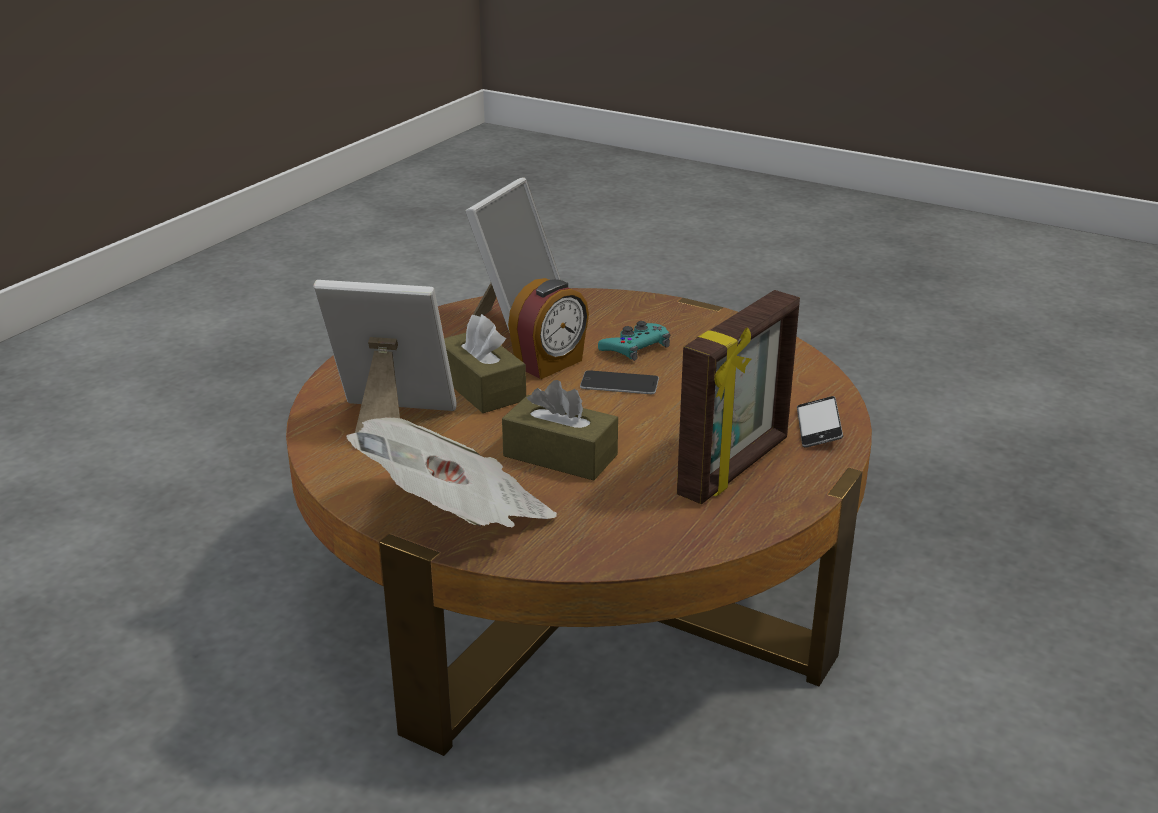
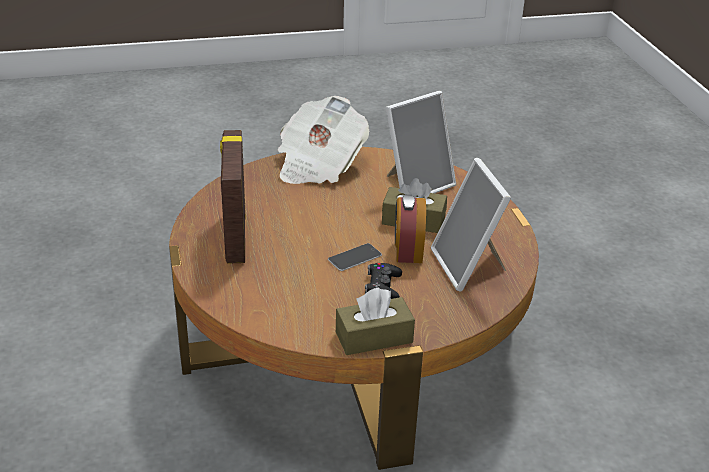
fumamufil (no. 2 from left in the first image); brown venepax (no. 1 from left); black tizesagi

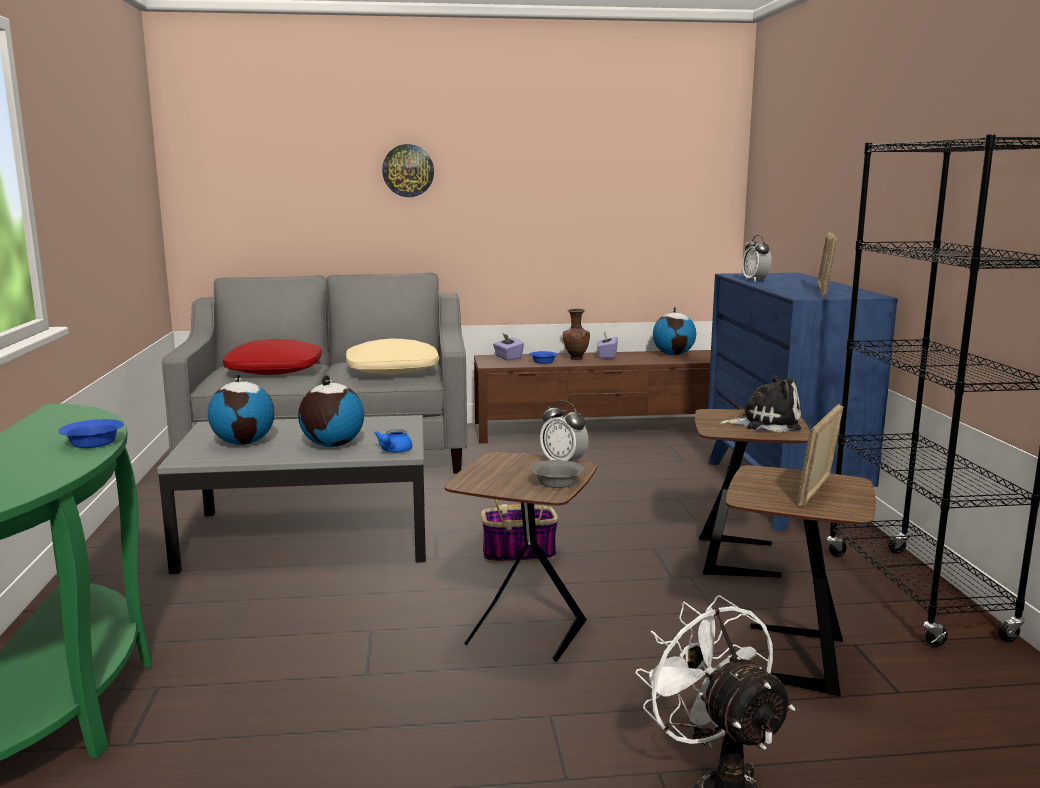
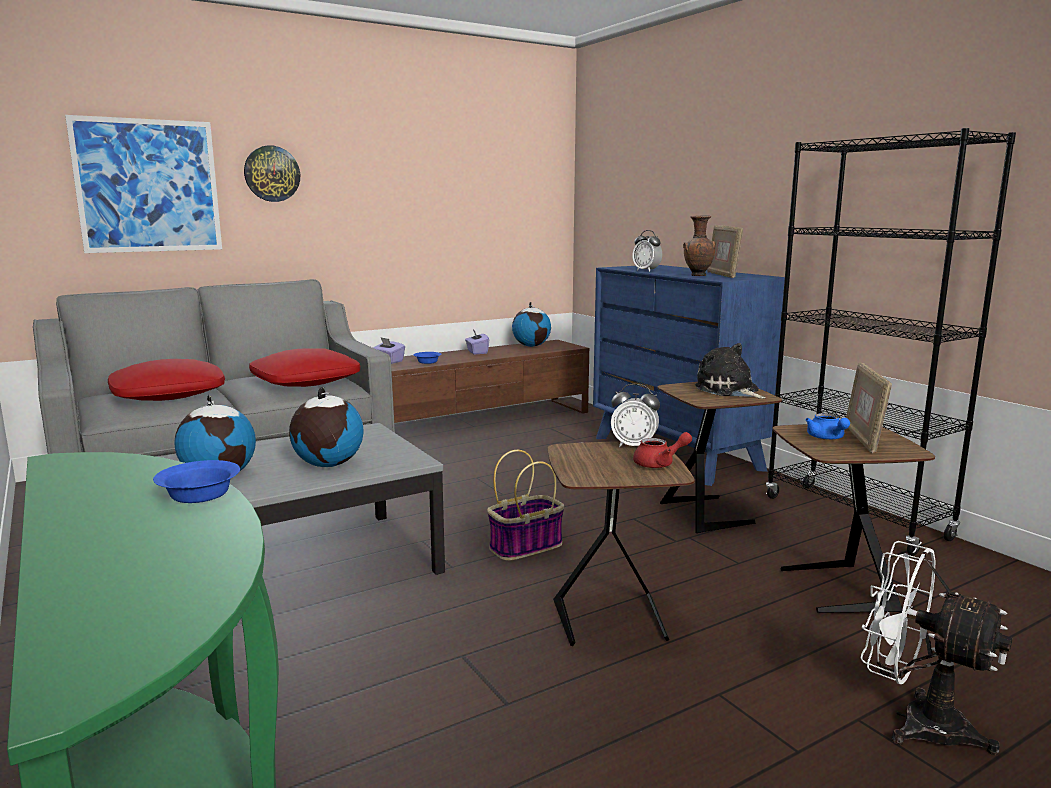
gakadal; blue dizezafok; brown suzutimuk; red dizezafok; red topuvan (no. 2 from left); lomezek

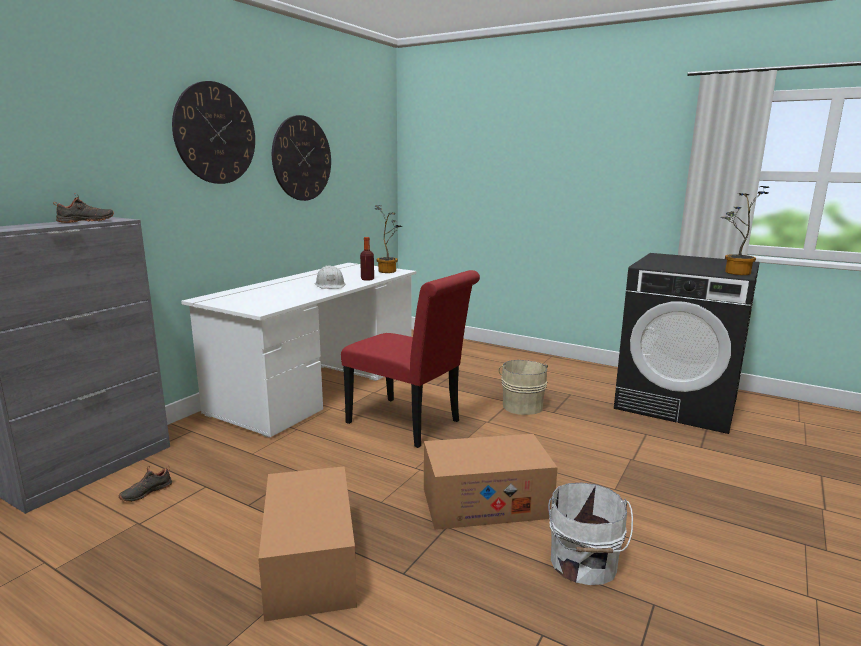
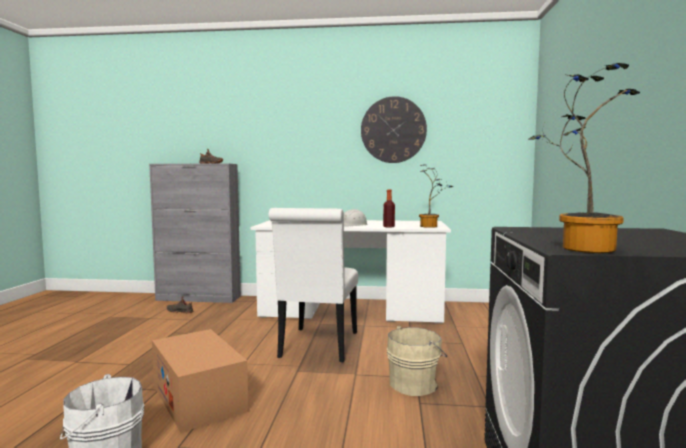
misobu (no. 1 from left in the first image); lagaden (no. 1 from left in the first image); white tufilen

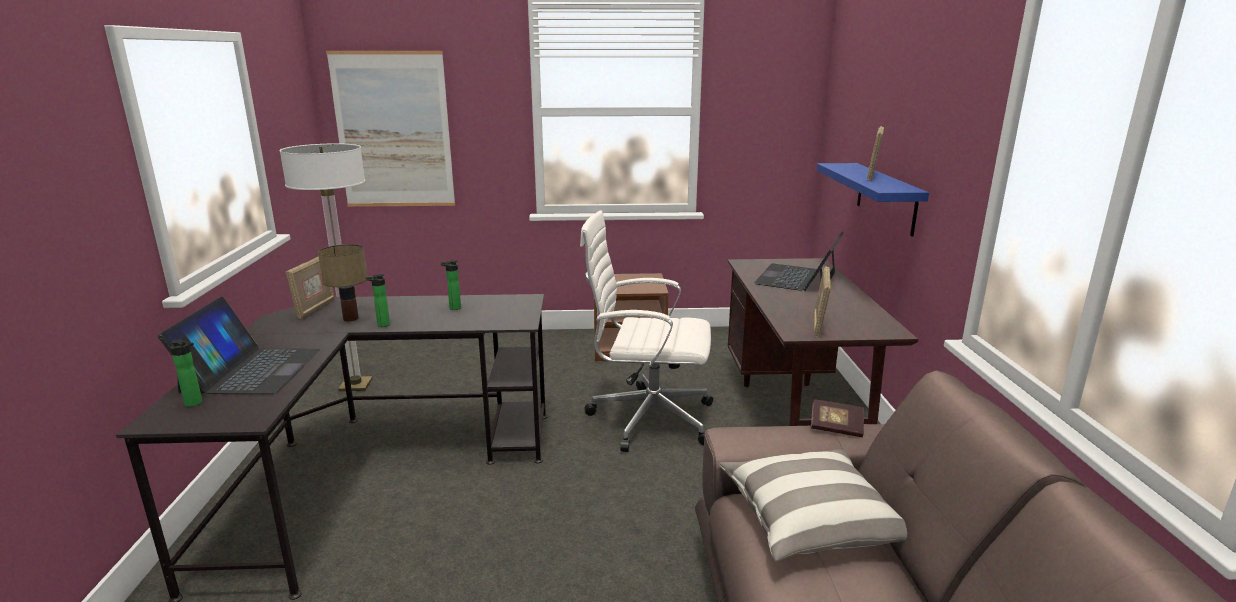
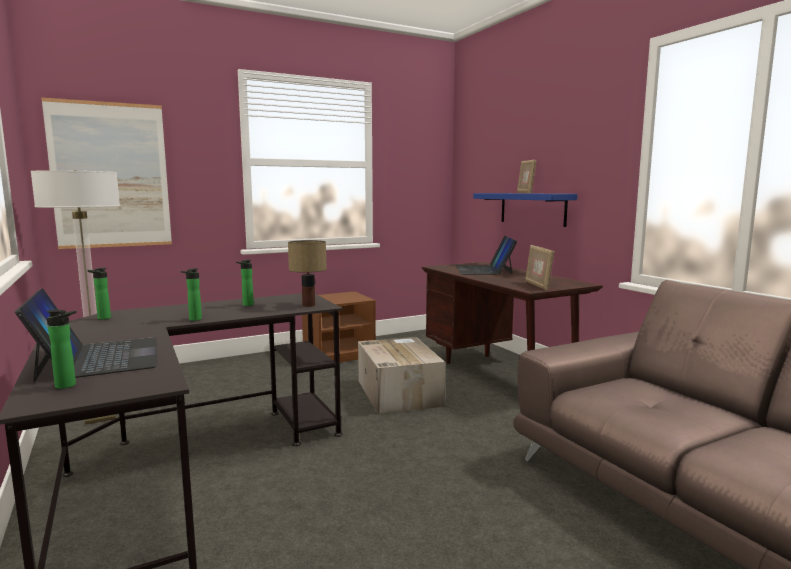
topuvan; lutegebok; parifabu; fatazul (no. 2 from left); lagaden

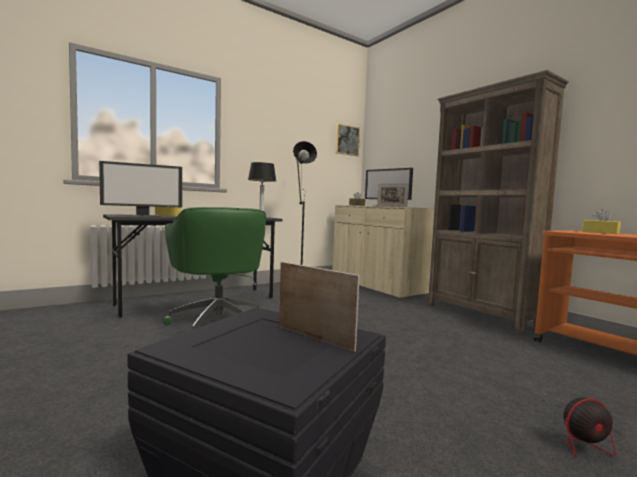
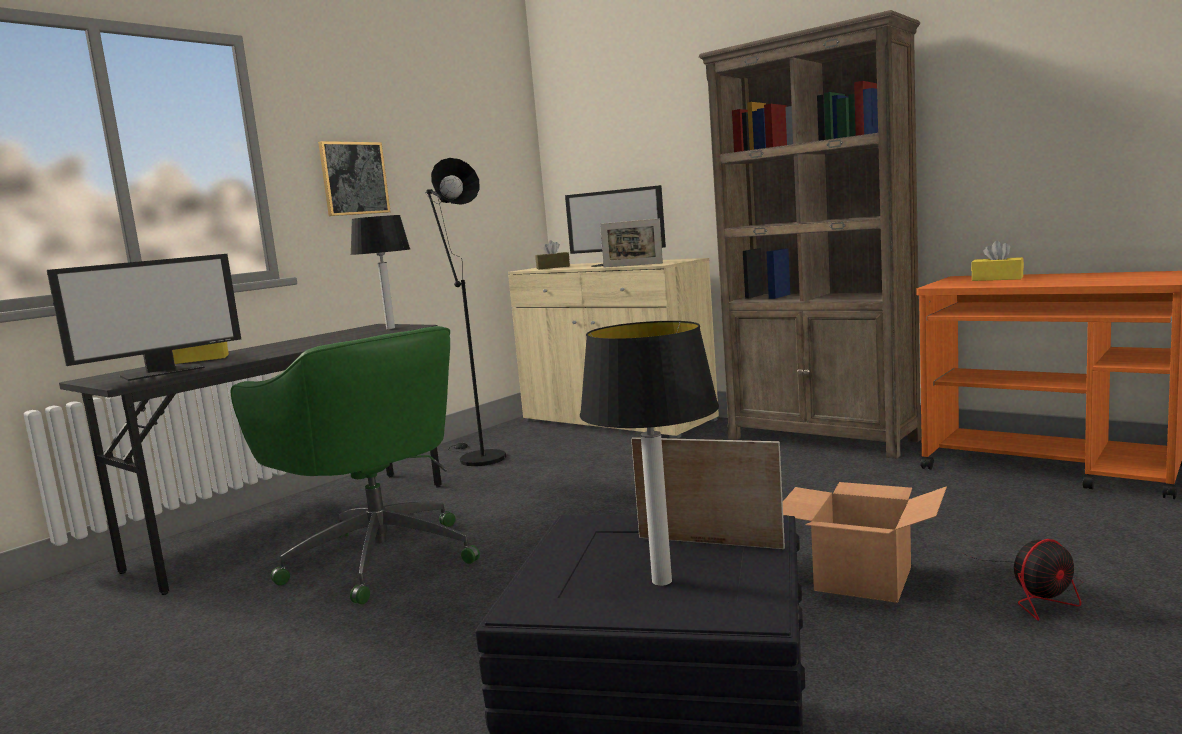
parifabu (no. 2 from left); lagaden; gakadal

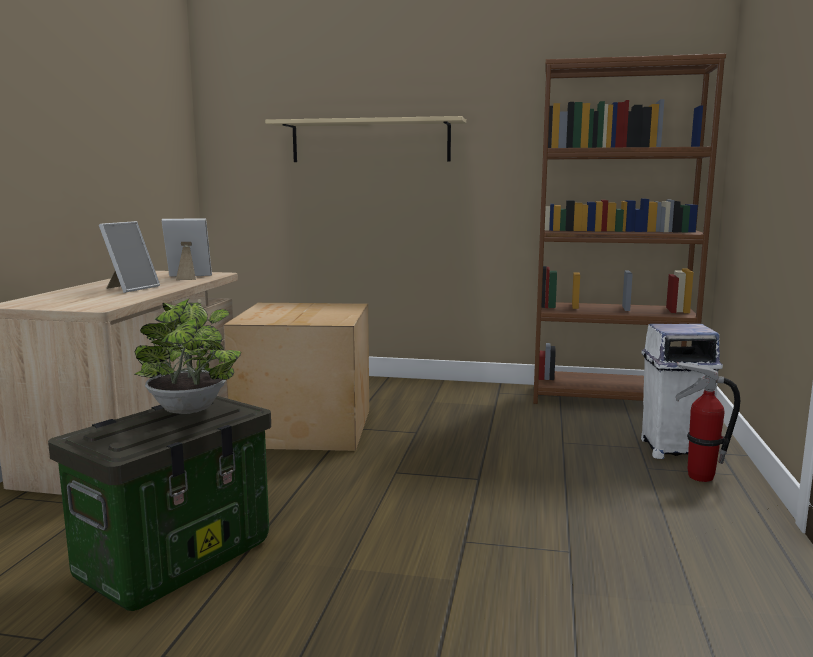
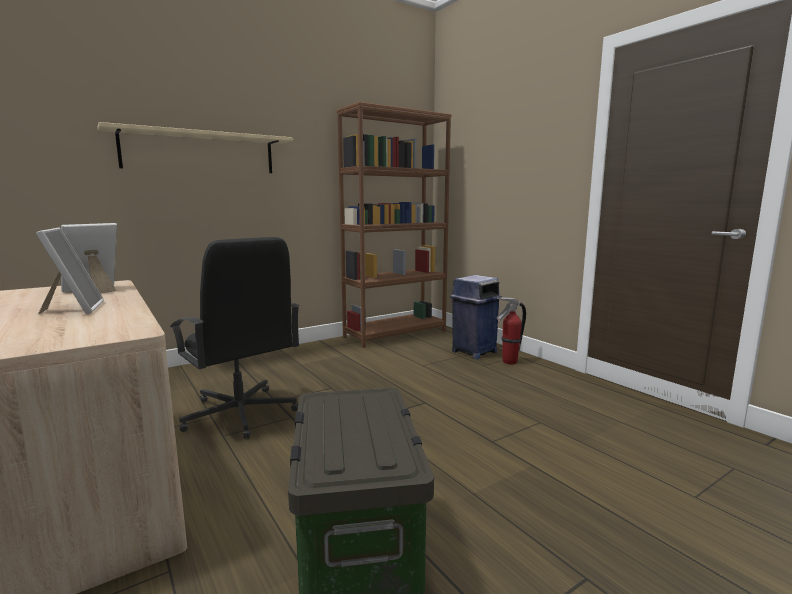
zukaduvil; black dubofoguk; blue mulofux

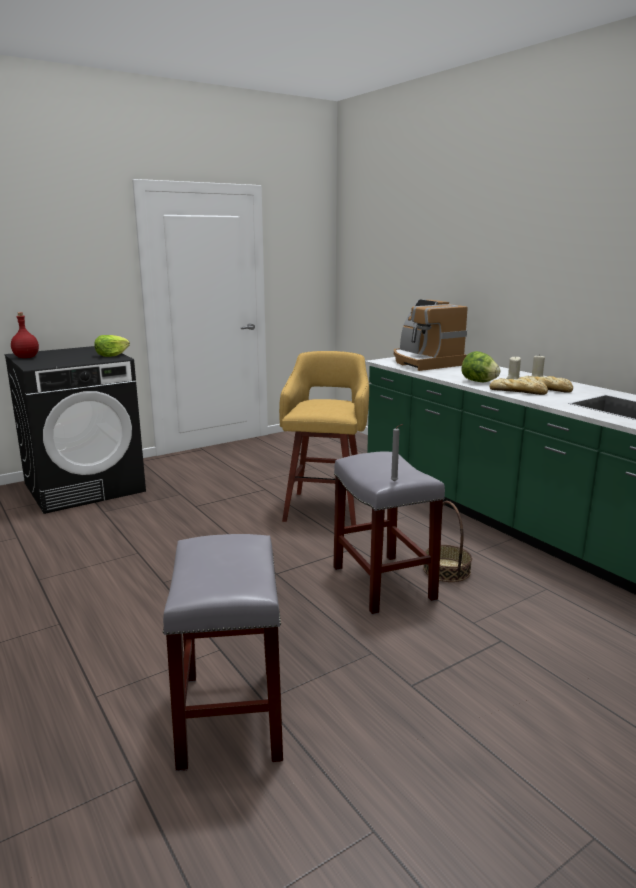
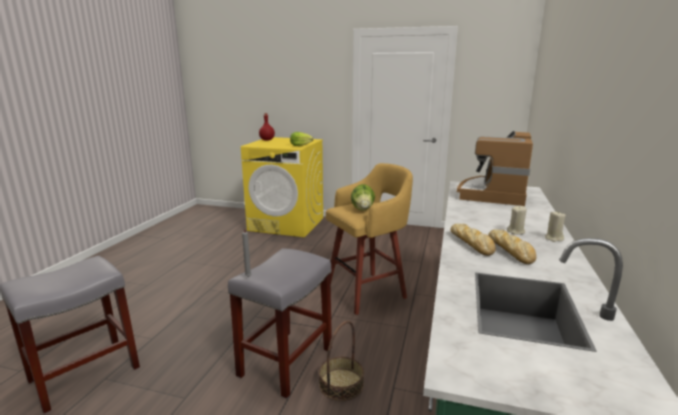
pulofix (no. 2 from left); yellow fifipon

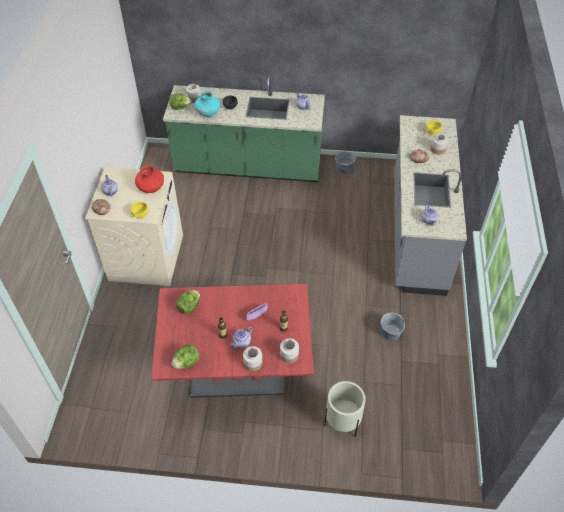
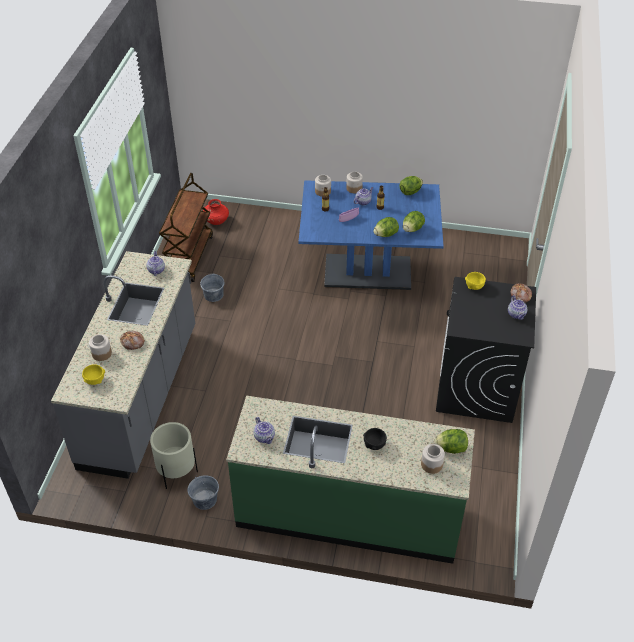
turquoise suzutimuk; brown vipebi; pulofix (no. 1 from left); red suzutimuk; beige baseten; black fifipon; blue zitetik

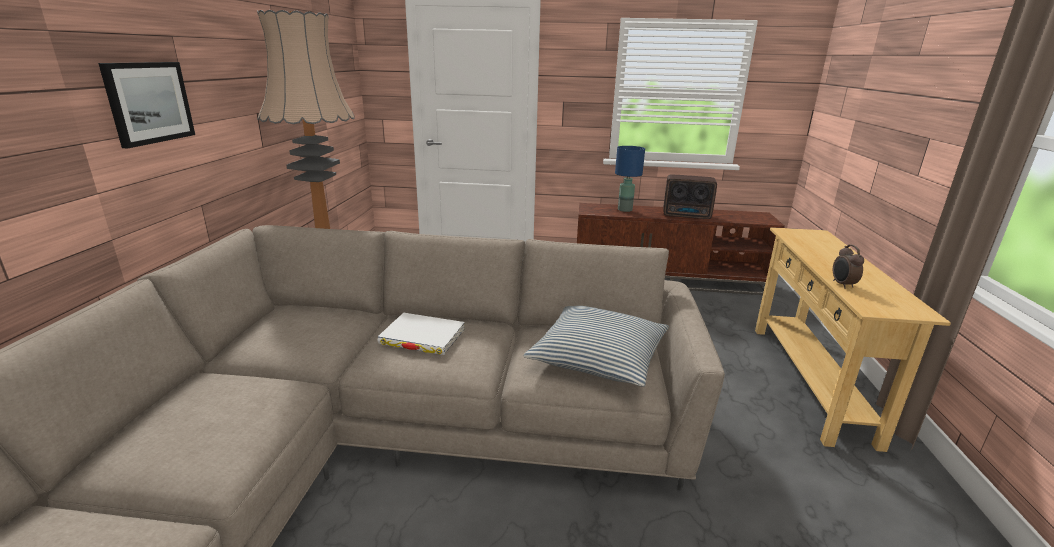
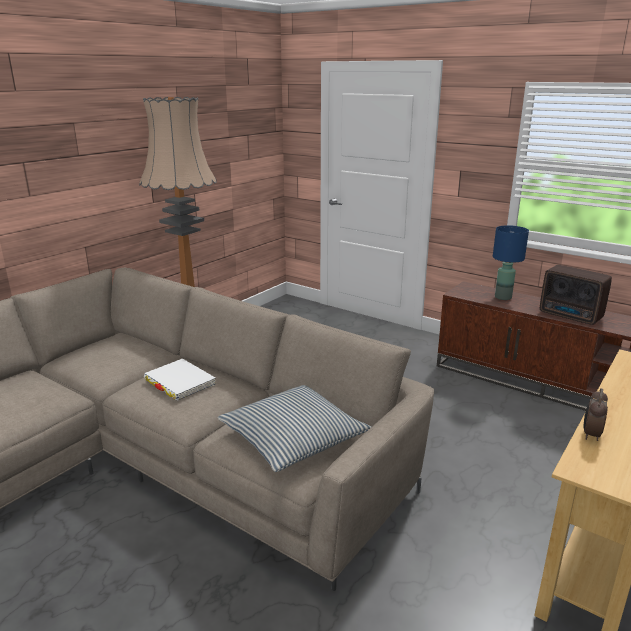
gakadal

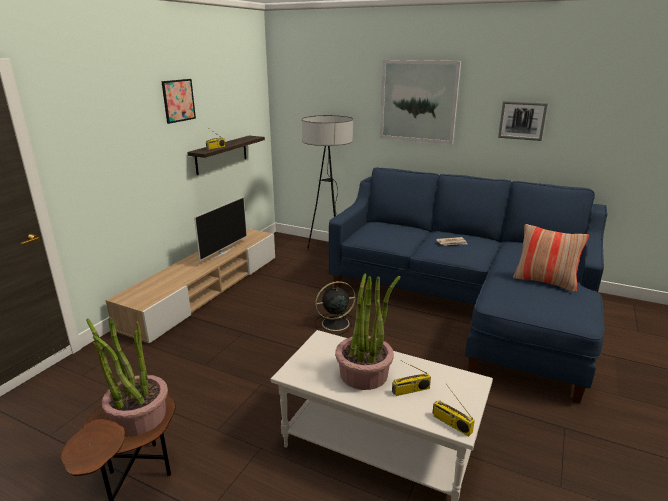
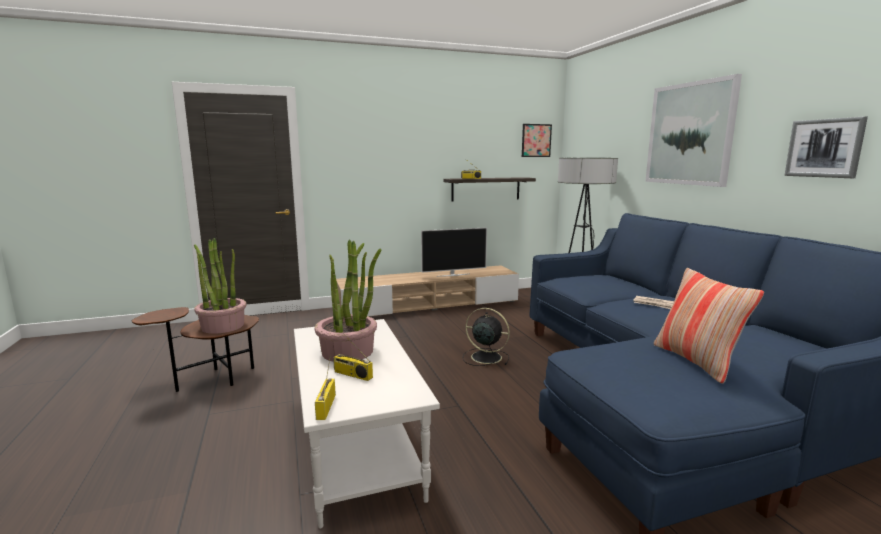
gakadal (no. 1 from left)

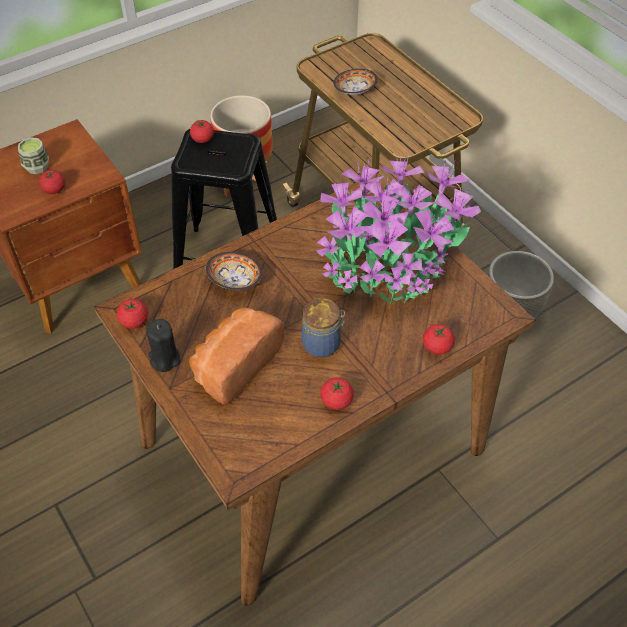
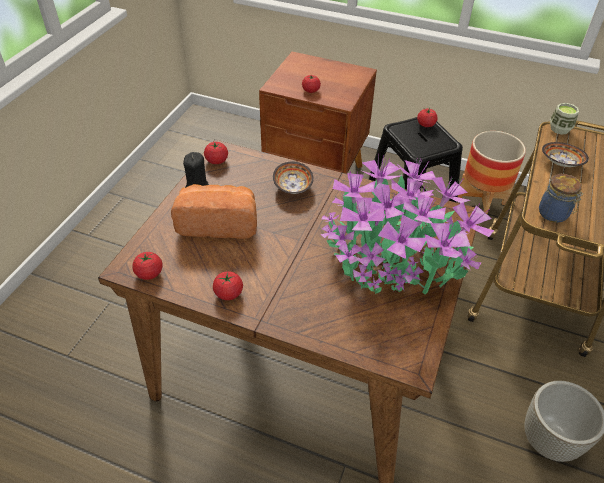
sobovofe; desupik; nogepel (no. 1 from left)

